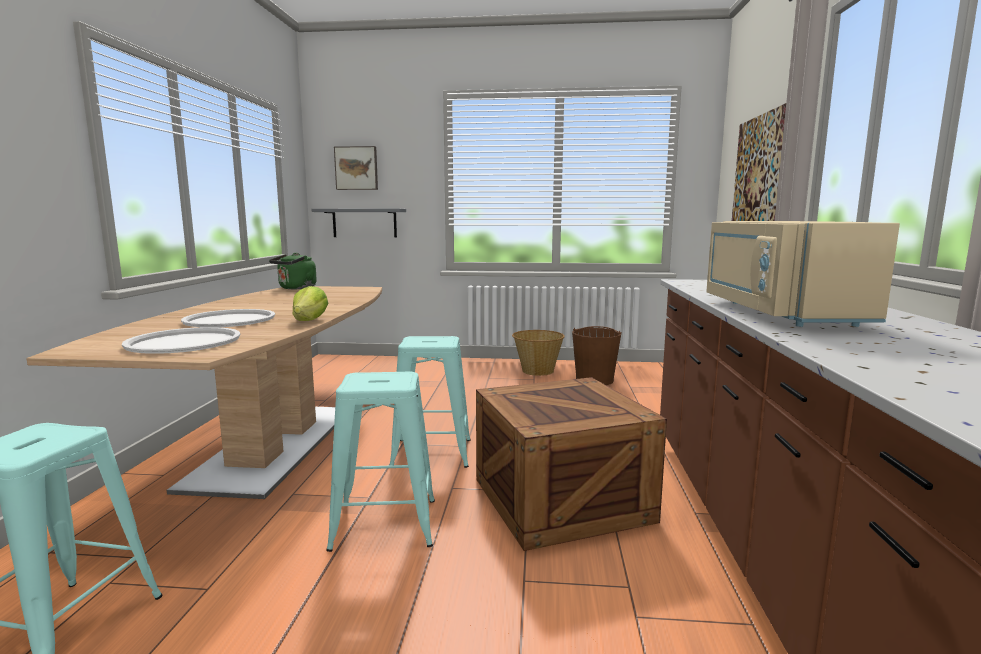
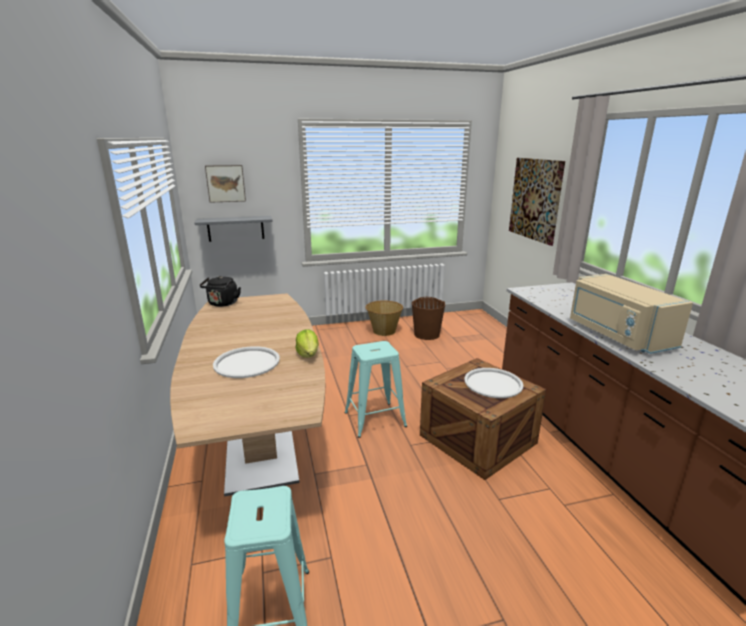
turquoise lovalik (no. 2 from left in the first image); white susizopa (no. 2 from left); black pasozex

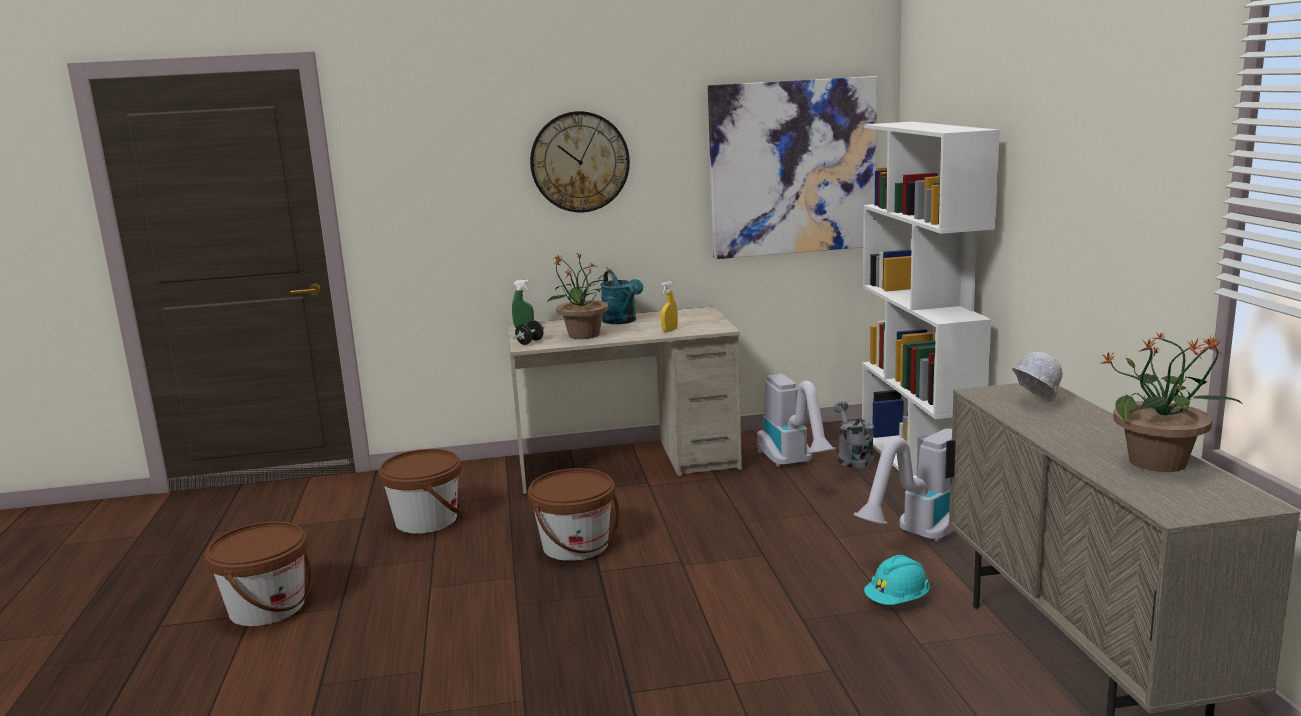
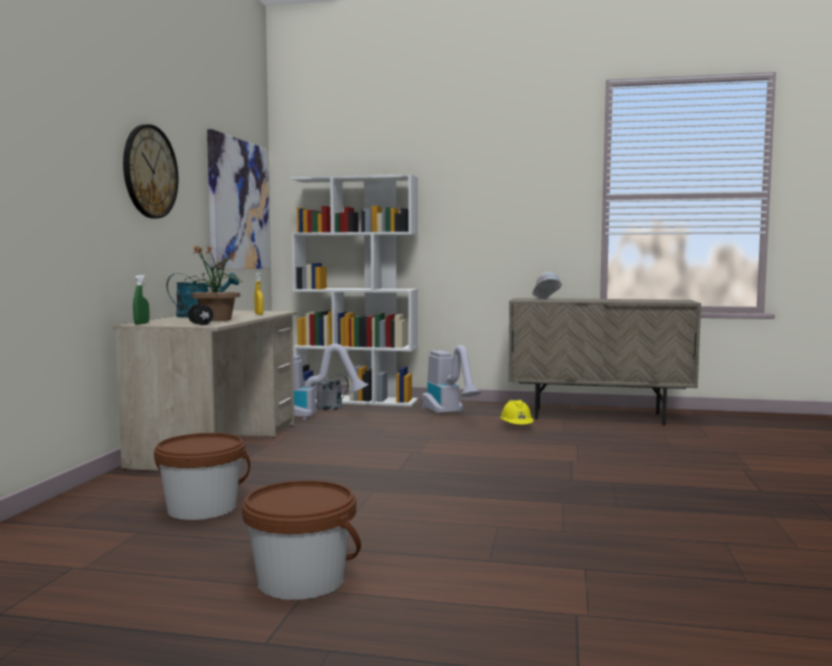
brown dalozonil (no. 3 from left in the first image); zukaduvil (no. 2 from left in the first image); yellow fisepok

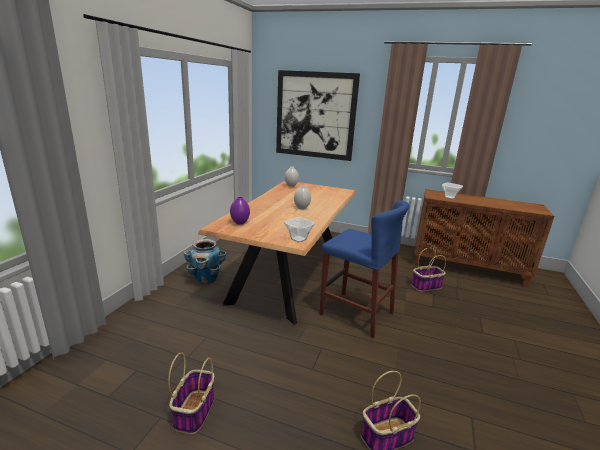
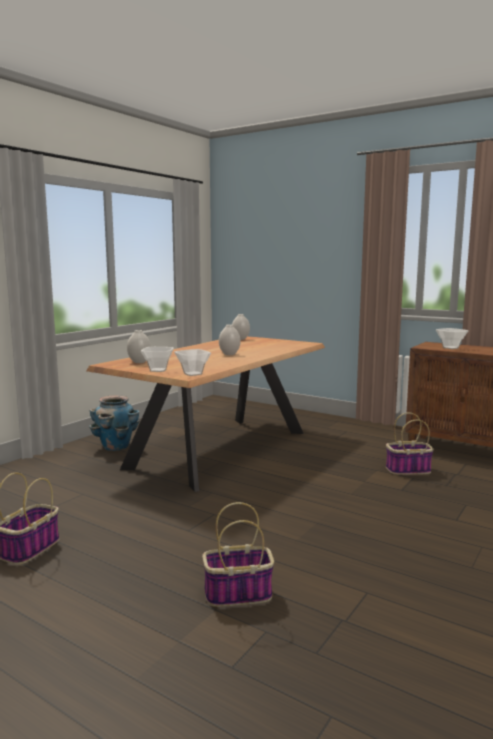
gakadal; blue lovalik; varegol (no. 1 from left); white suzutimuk (no. 1 from left)

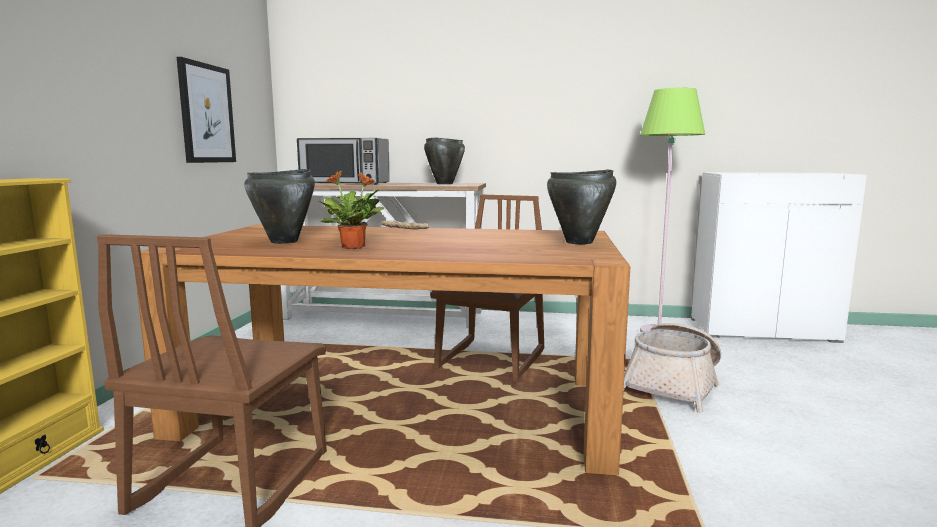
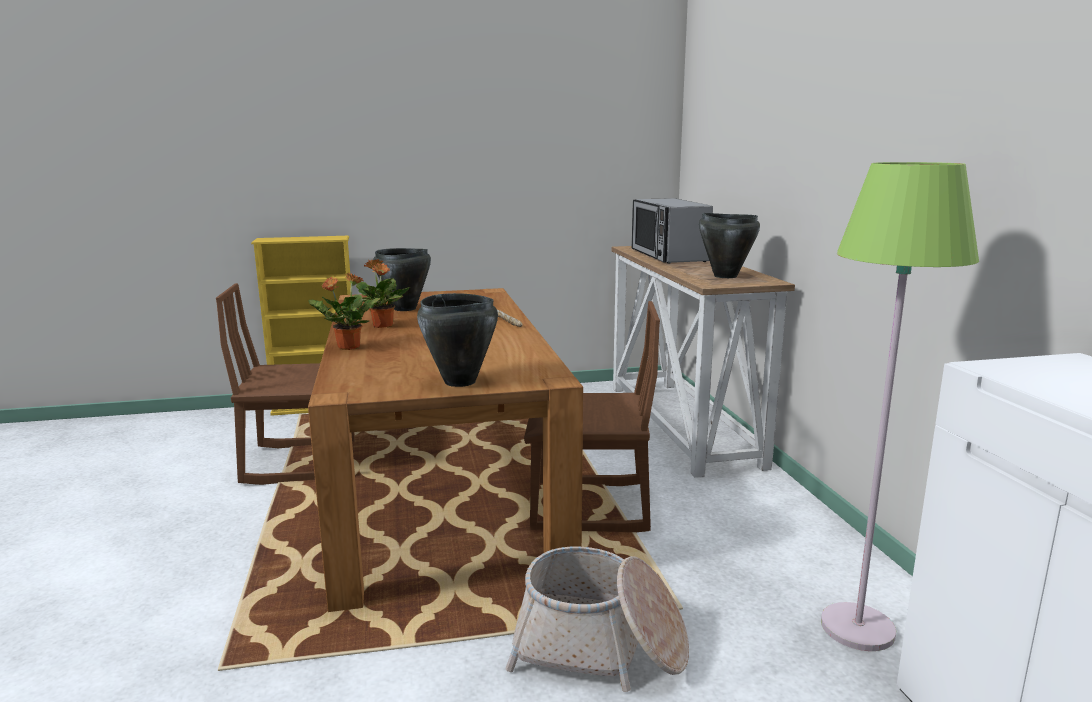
gakadal; zukaduvil (no. 1 from left)

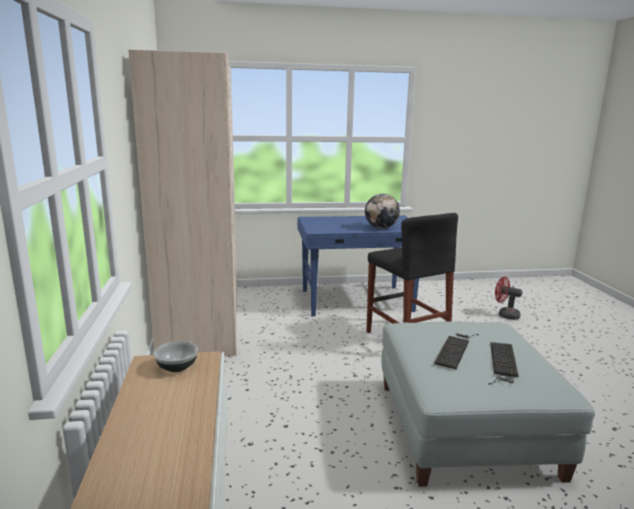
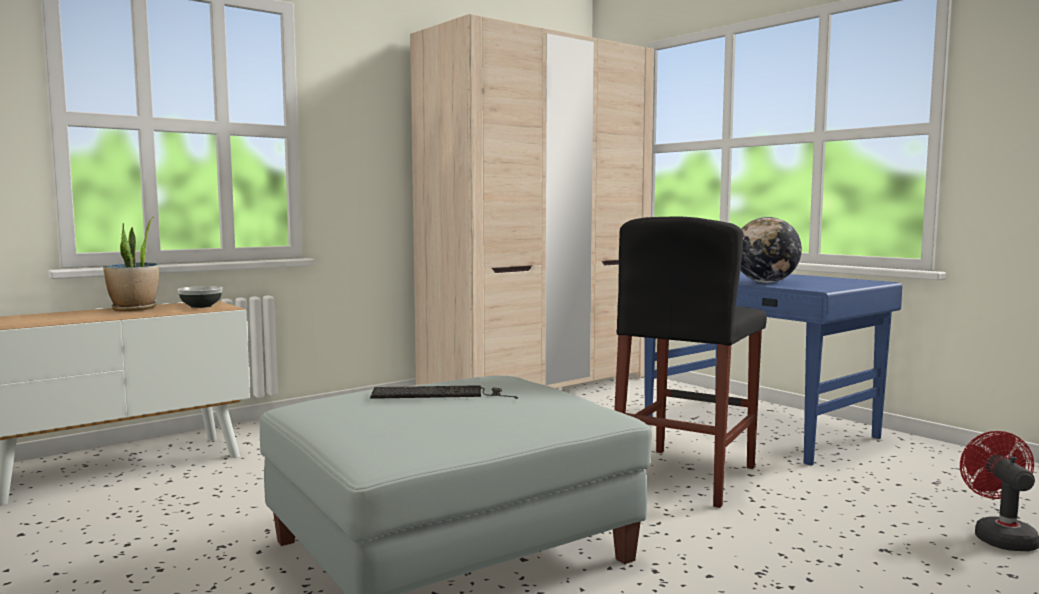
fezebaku (no. 2 from left in the first image); zukaduvil

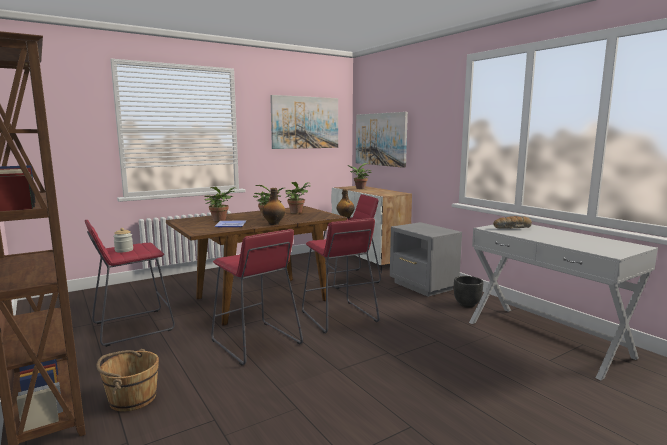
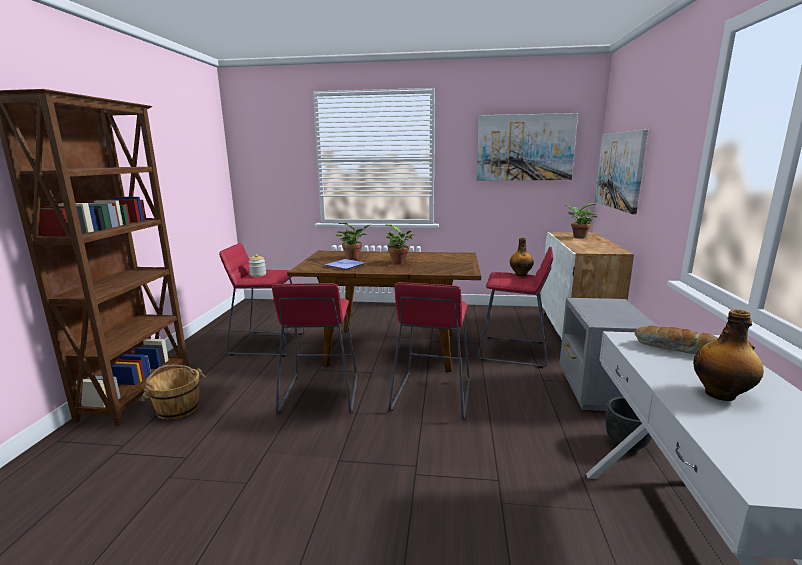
zukaduvil (no. 3 from left in the first image); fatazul (no. 2 from left)

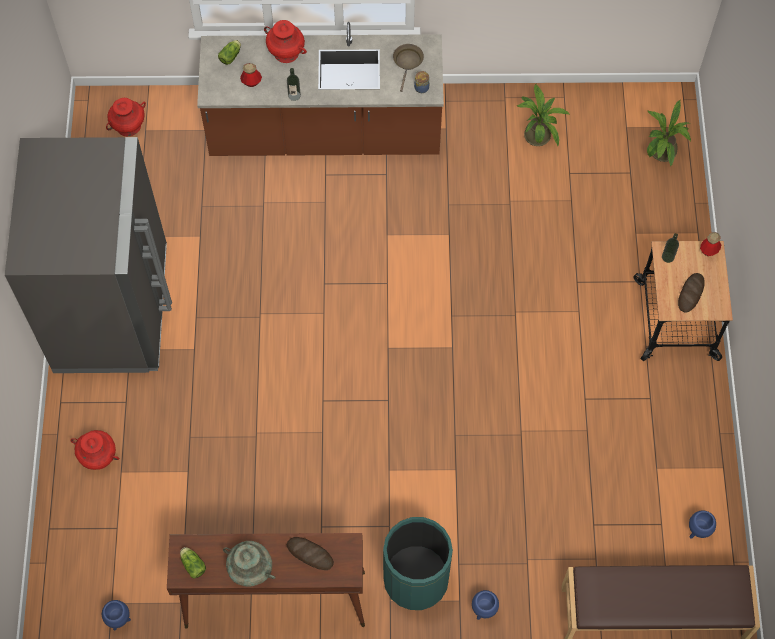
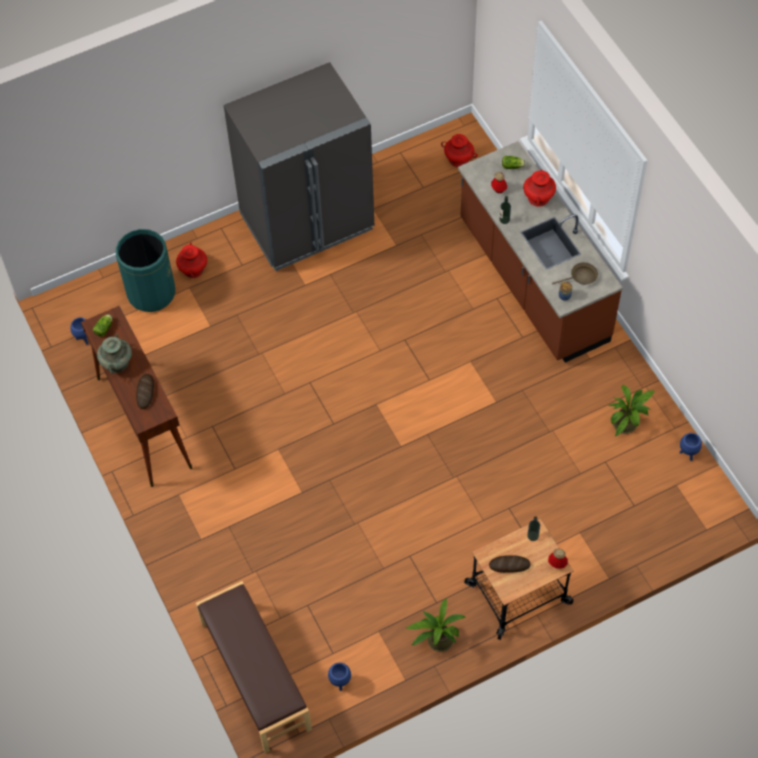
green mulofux; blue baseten (no. 3 from left); zukaduvil (no. 1 from left)

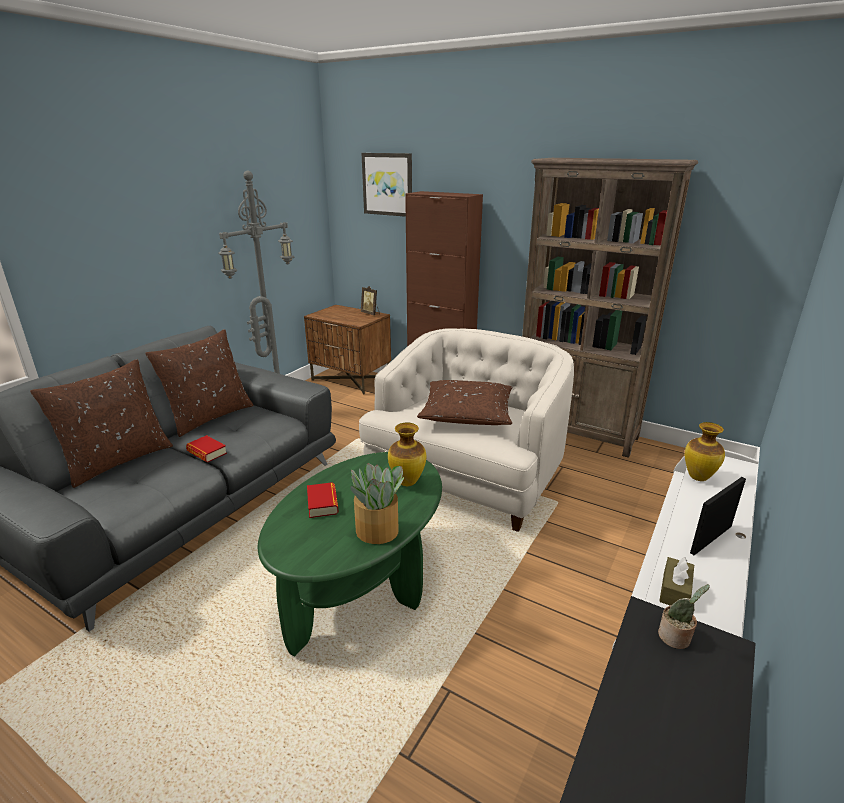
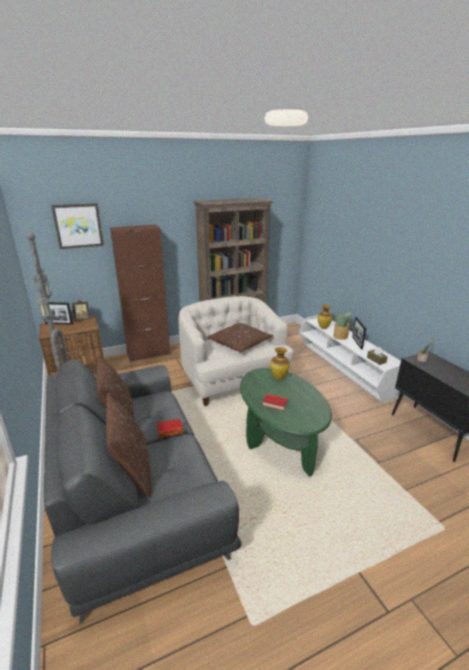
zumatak (no. 1 from left); zukaduvil (no. 1 from left)

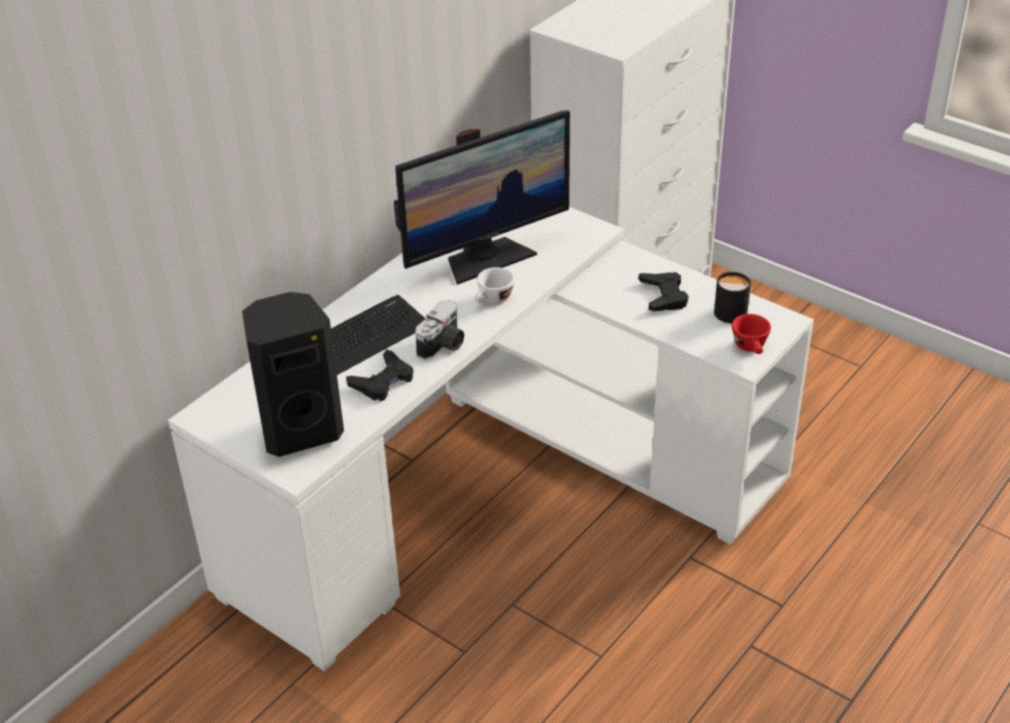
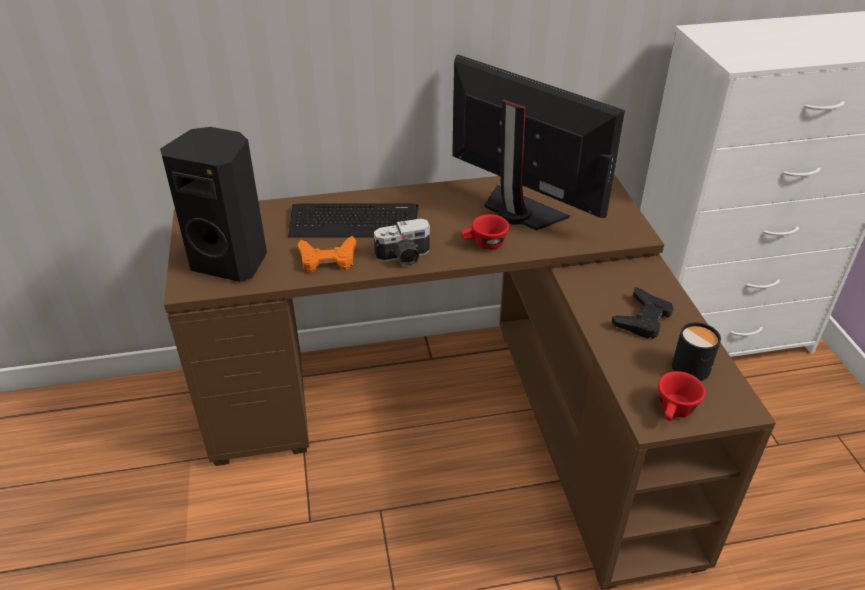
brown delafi; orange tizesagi; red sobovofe (no. 1 from left); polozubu

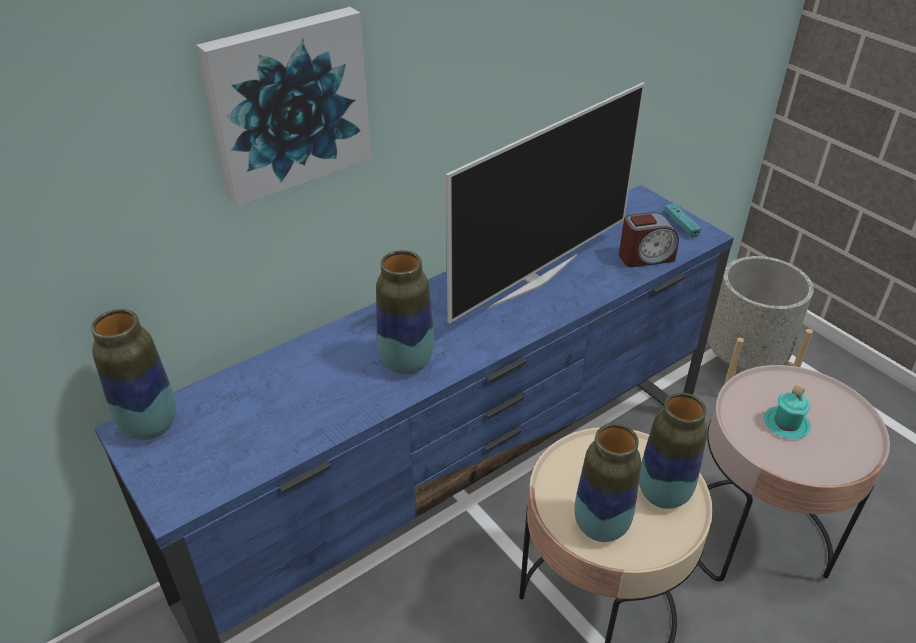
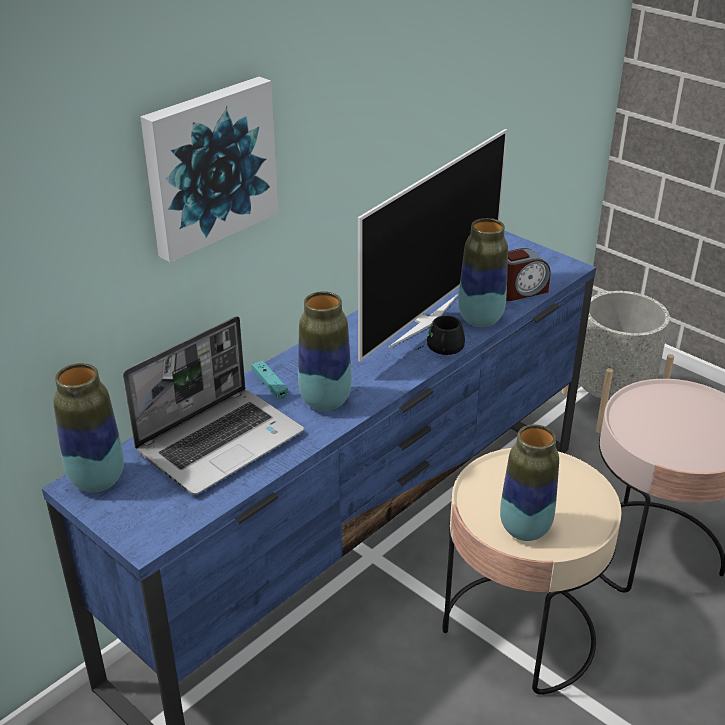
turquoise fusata; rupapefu; black fusata; suzutimuk (no. 3 from left); turquoise tizesagi

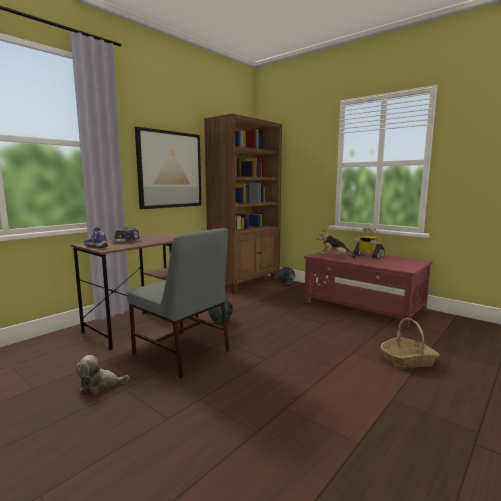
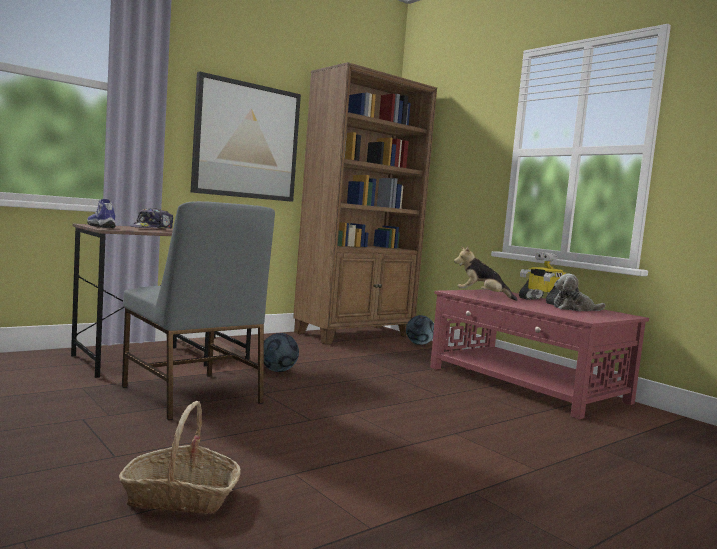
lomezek (no. 2 from left); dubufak

